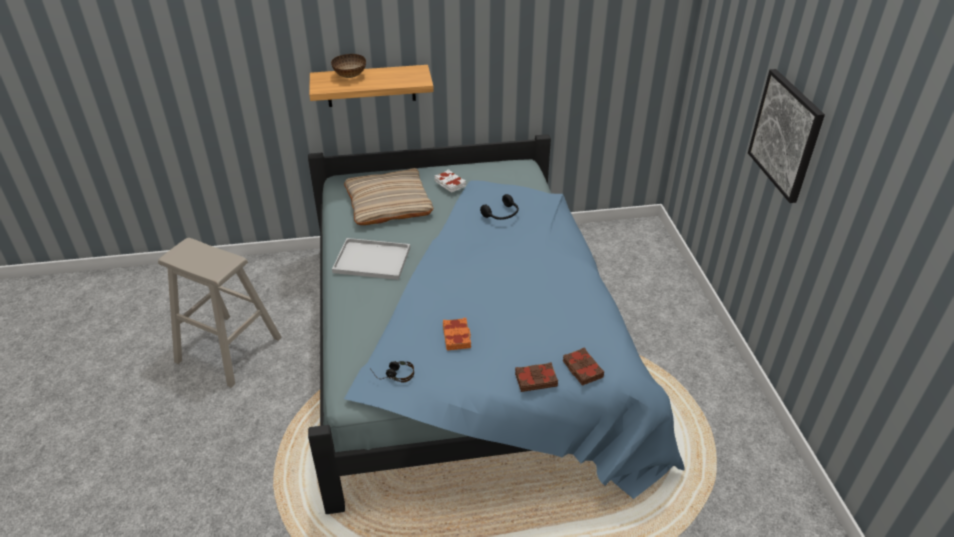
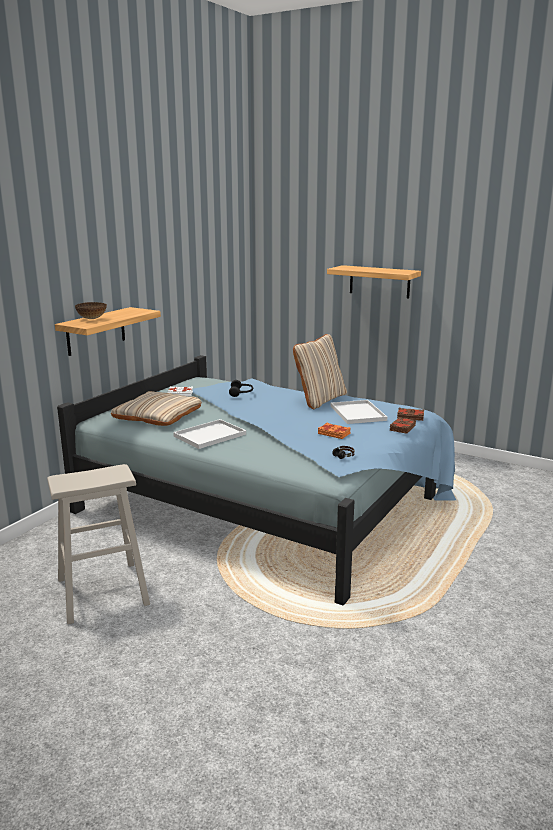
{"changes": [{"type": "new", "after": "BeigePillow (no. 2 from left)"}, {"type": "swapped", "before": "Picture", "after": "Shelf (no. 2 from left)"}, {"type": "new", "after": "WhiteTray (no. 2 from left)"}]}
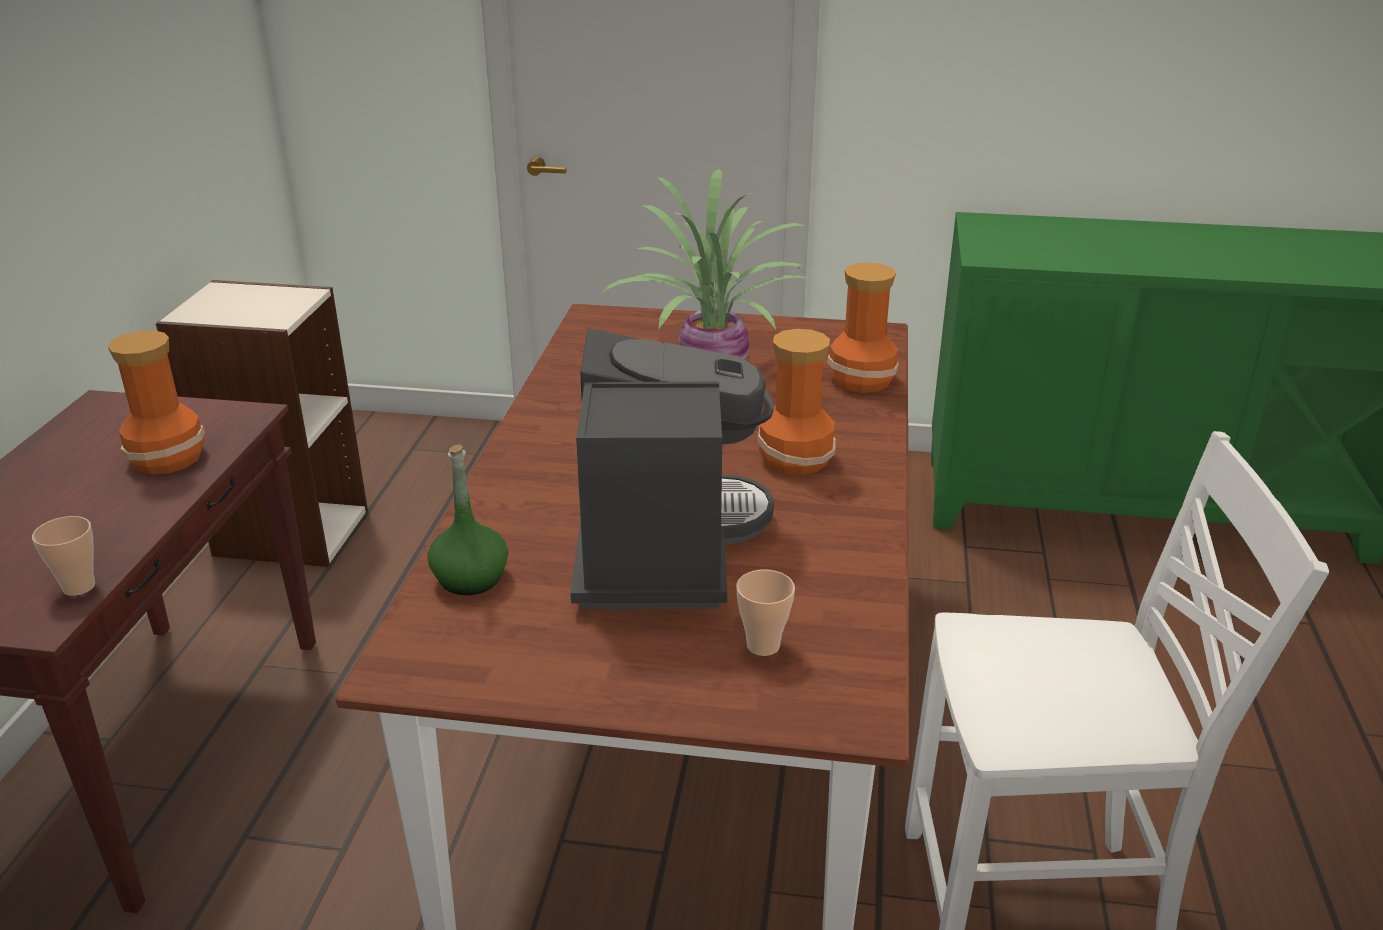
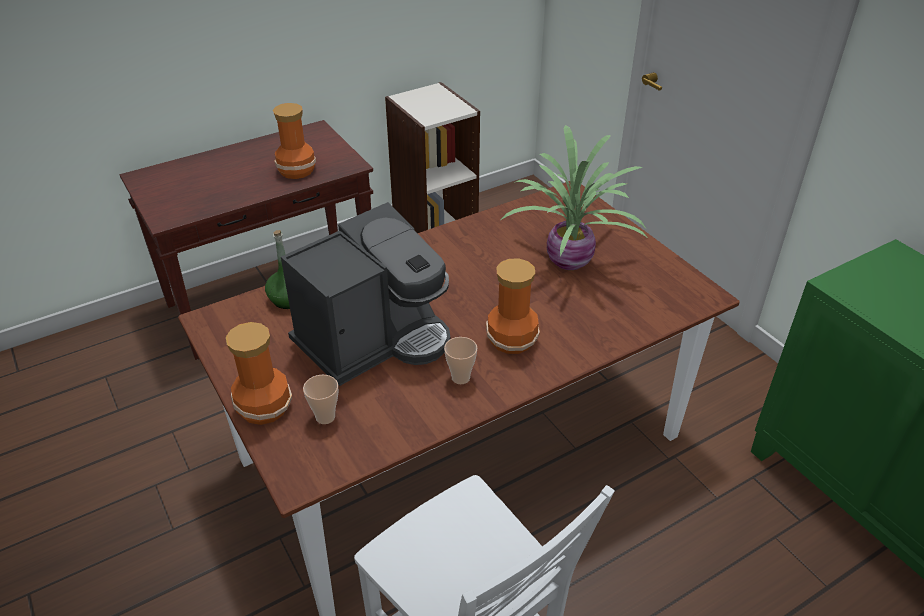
{"changes": [{"type": "shifted", "before": "Vase (no. 3 from left in the first image)", "after": "Vase (no. 1 from left)"}, {"type": "shifted", "before": "Cup (no. 1 from left in the first image)", "after": "Cup (no. 2 from left)"}]}
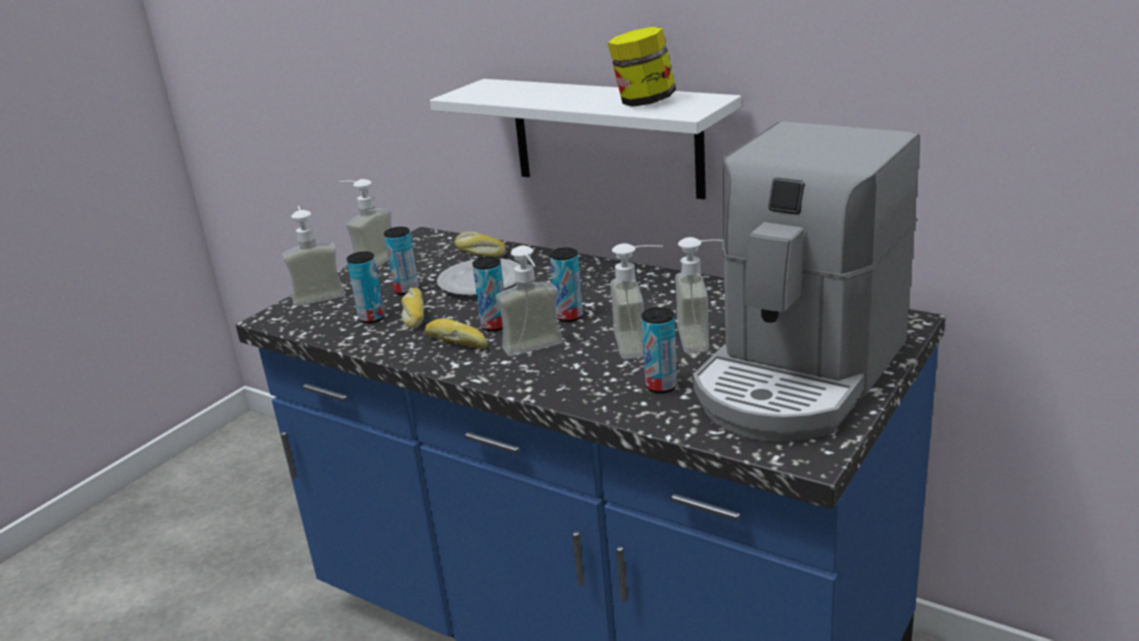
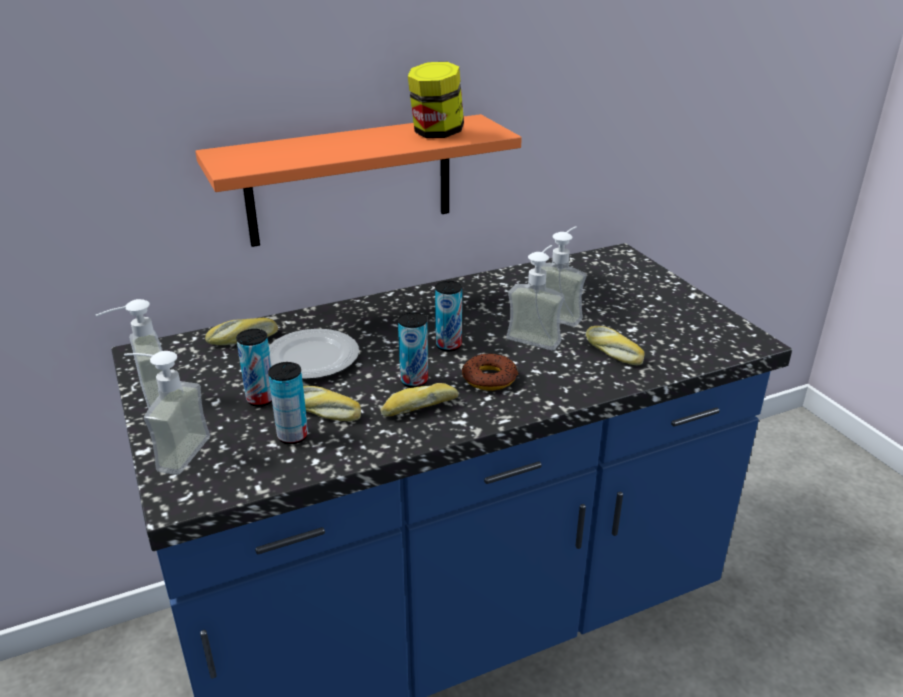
{"changes": [{"type": "repainted", "before": "WhiteShelf", "after": "OrangeShelf"}, {"type": "swapped", "before": "SoapDispenser (no. 3 from left)", "after": "Donut"}, {"type": "swapped", "before": "Can (no. 5 from left)", "after": "Bread (no. 4 from left)"}, {"type": "gone", "before": "CoffeeMachine"}]}
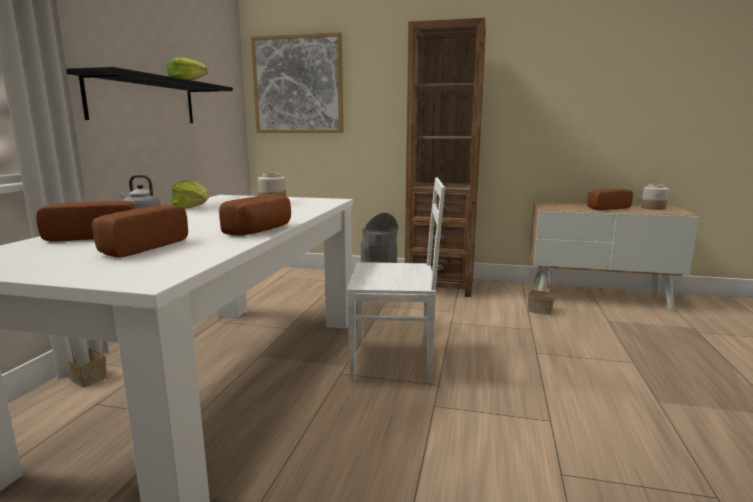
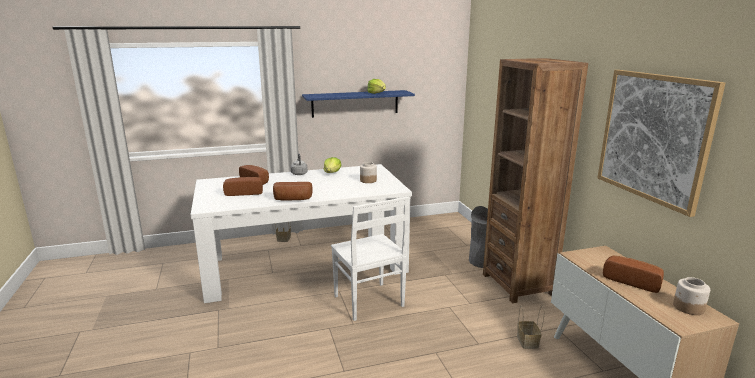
{"changes": [{"type": "repainted", "before": "BlackShelf", "after": "BlueShelf"}, {"type": "shifted", "before": "Picture"}]}
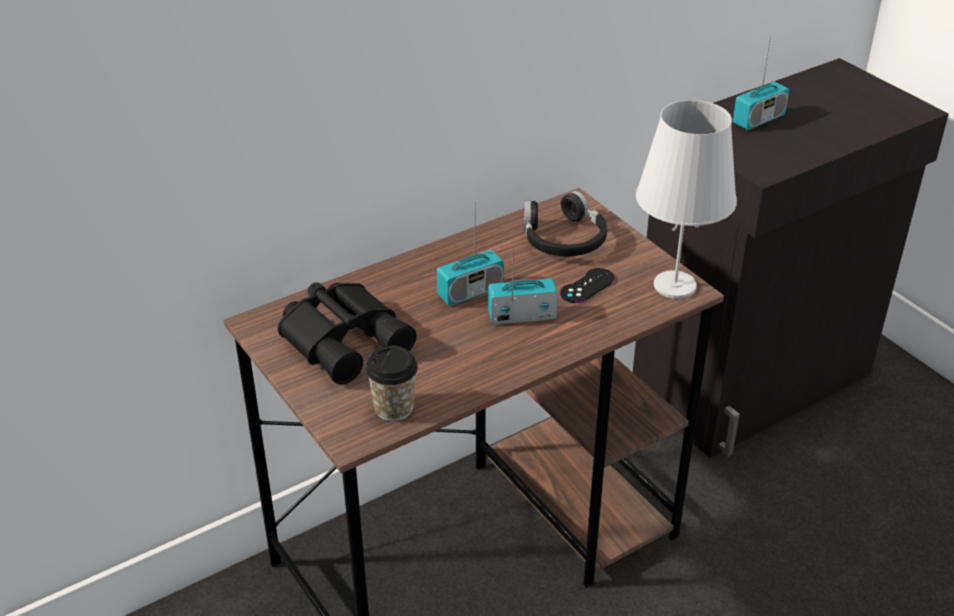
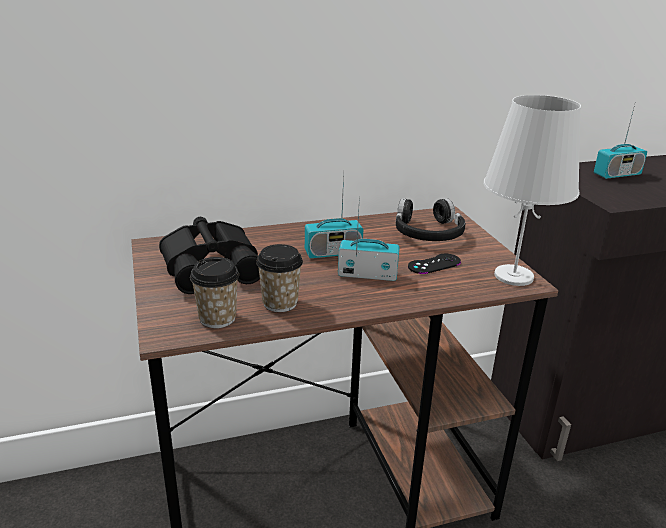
{"changes": [{"type": "new", "after": "Cup (no. 2 from left)"}]}
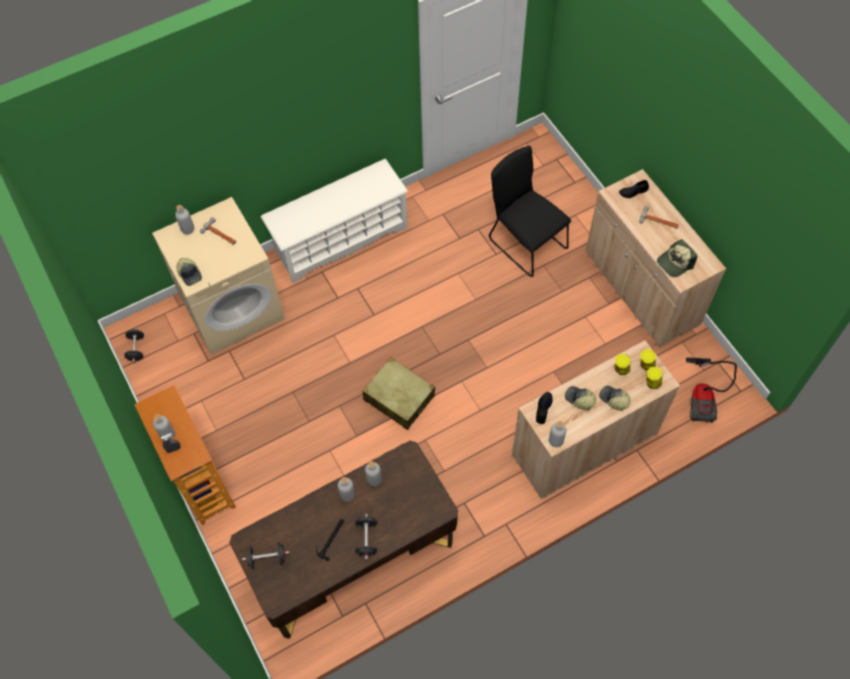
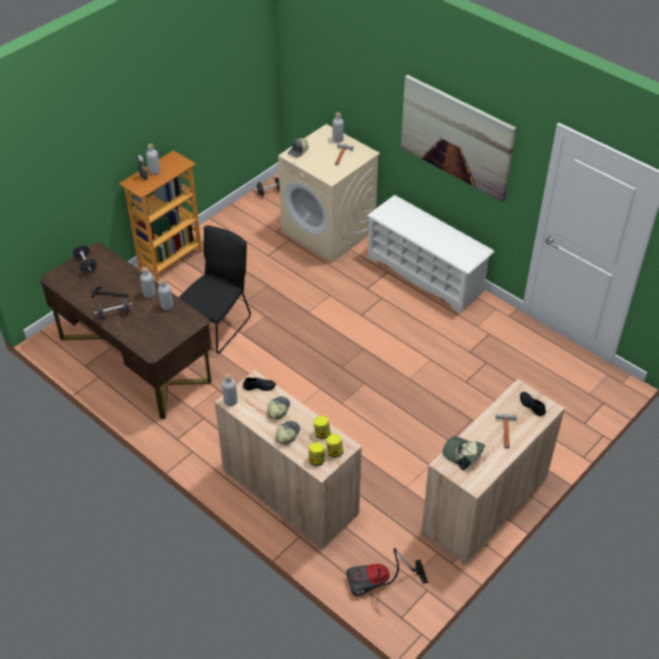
{"changes": [{"type": "shifted", "before": "BlackChair"}, {"type": "new", "after": "Picture"}, {"type": "gone", "before": "BeigeSuitcase"}]}
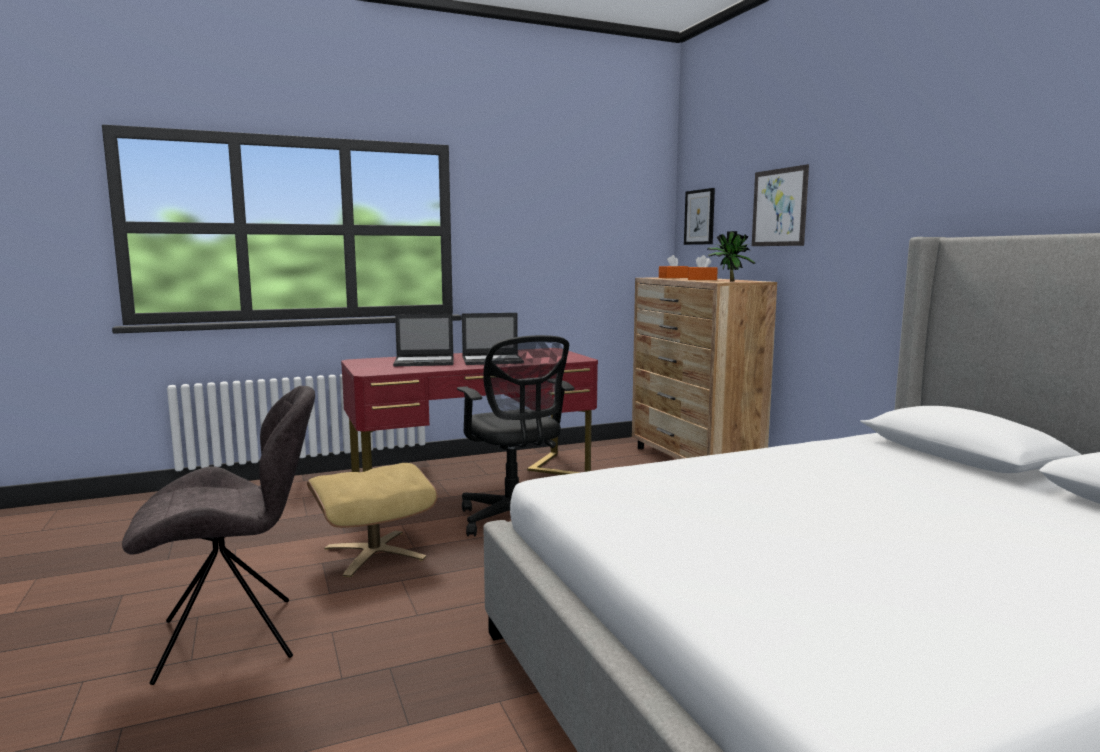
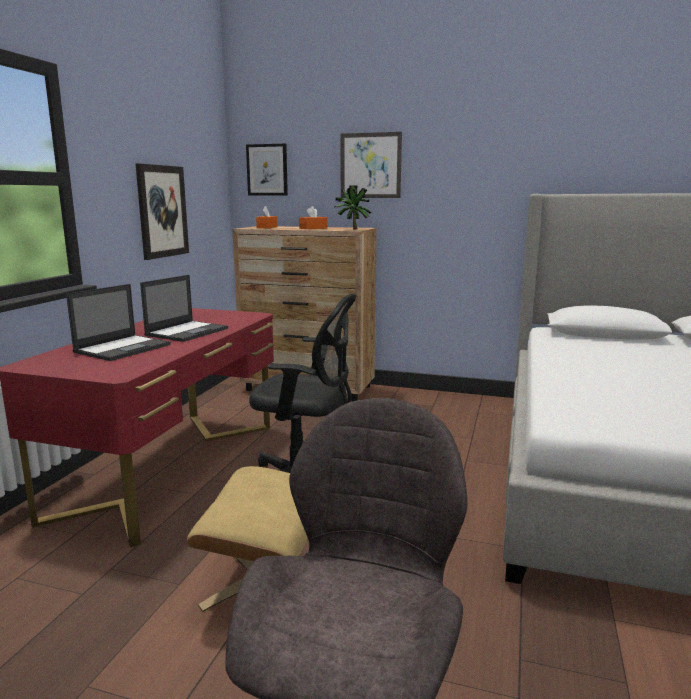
{"changes": [{"type": "new", "after": "Picture (no. 1 from left)"}]}
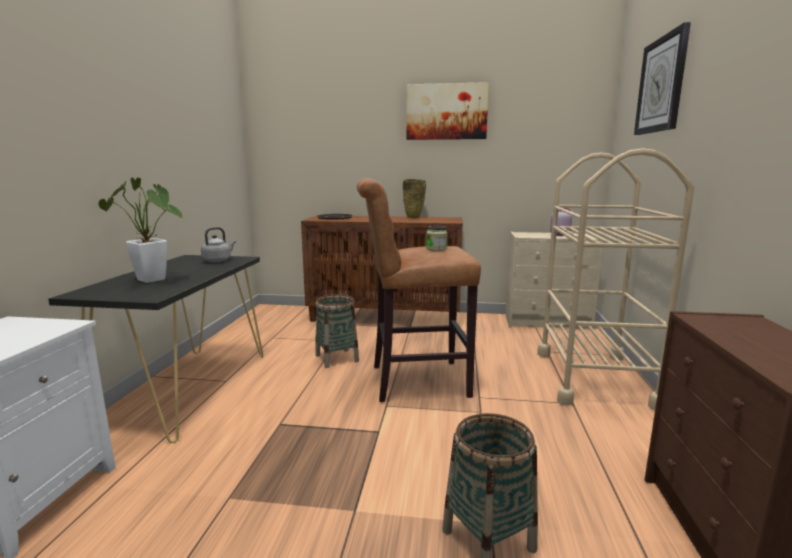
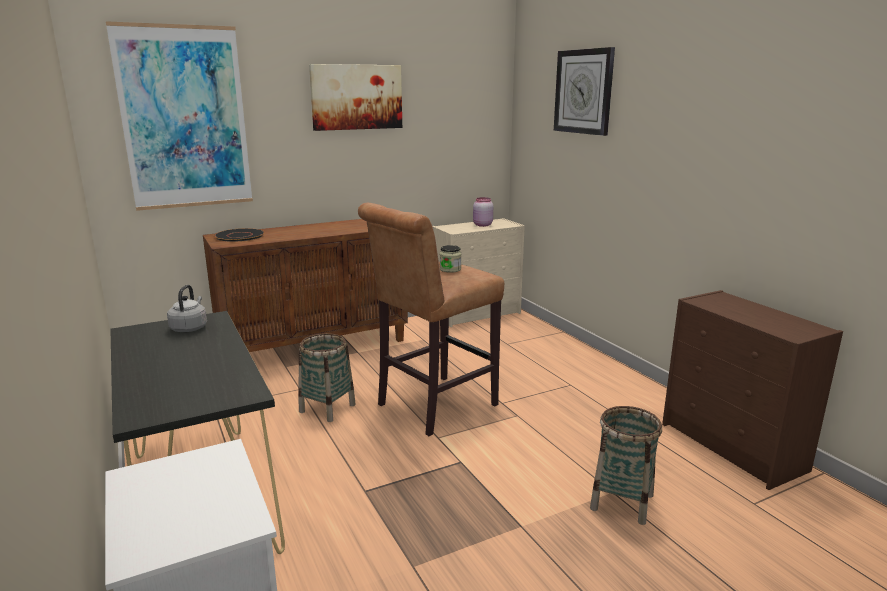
{"changes": [{"type": "new", "after": "Picture (no. 1 from left)"}, {"type": "gone", "before": "PottedPlant"}, {"type": "gone", "before": "BeigeVase"}, {"type": "gone", "before": "BeigeCart"}]}
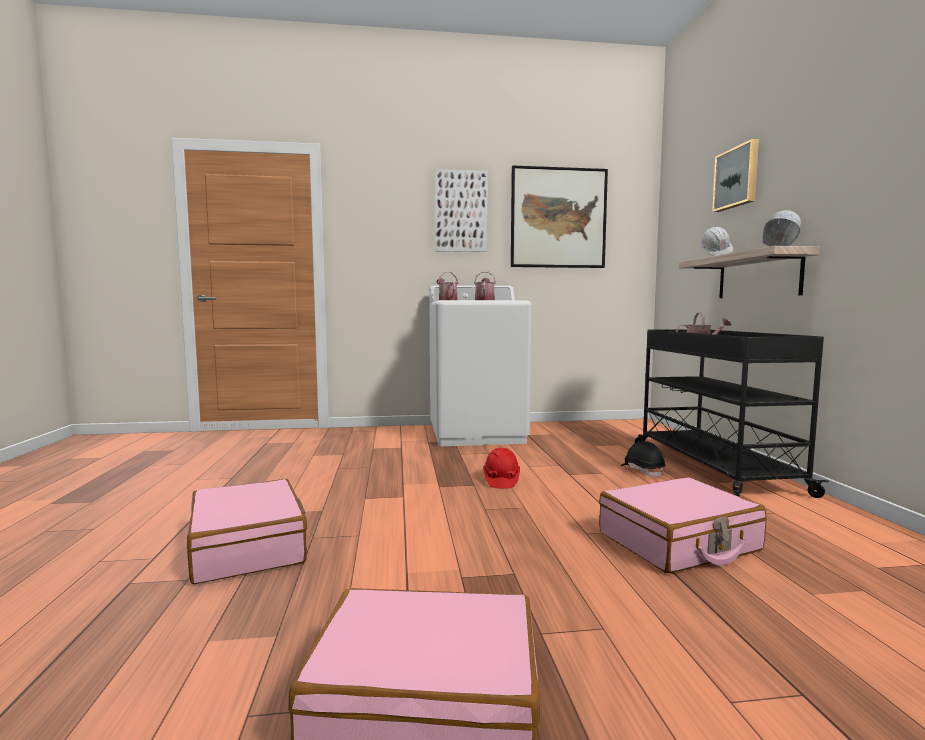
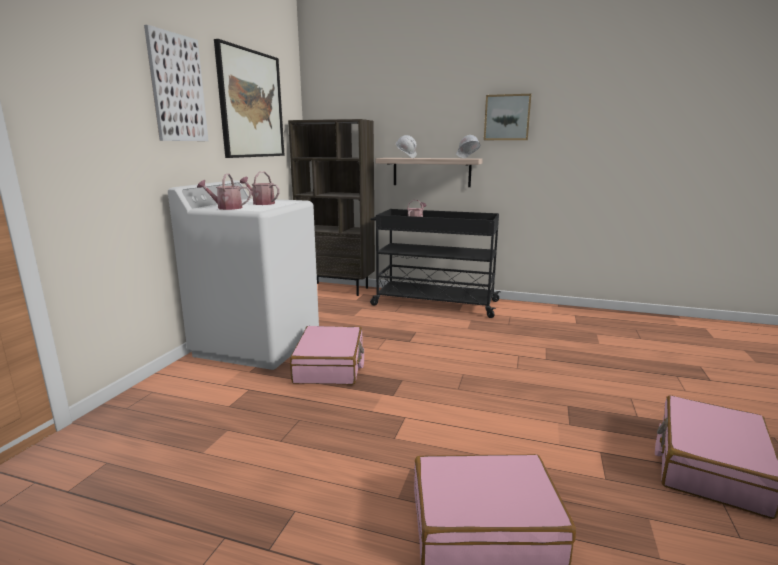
{"changes": [{"type": "new", "after": "BrownBookcase"}, {"type": "shifted", "before": "PinkSuitcase (no. 3 from left in the first image)", "after": "PinkSuitcase (no. 1 from left)"}, {"type": "shifted", "before": "Picture (no. 3 from left)"}, {"type": "gone", "before": "RedHardHat"}, {"type": "gone", "before": "BlackHardHat"}]}
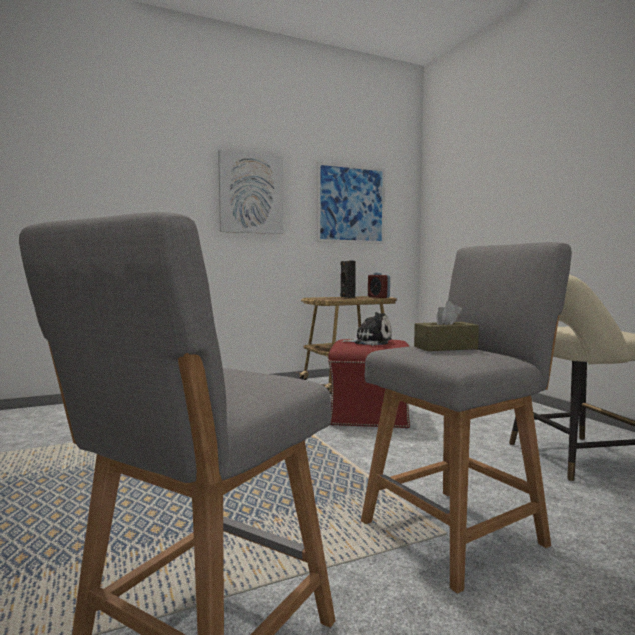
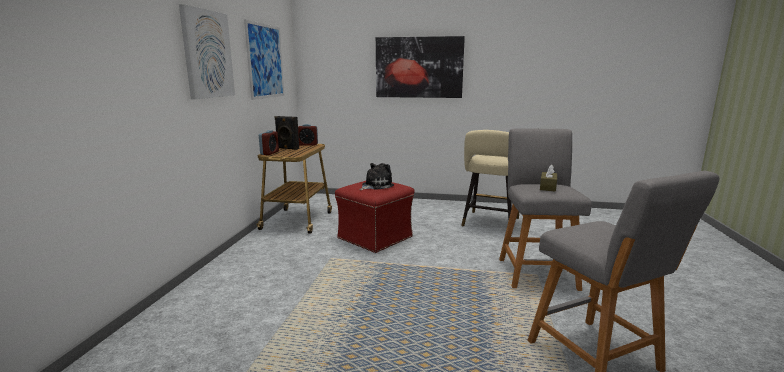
{"changes": [{"type": "new", "after": "AlarmClock (no. 1 from left)"}, {"type": "new", "after": "Picture (no. 3 from left)"}]}
